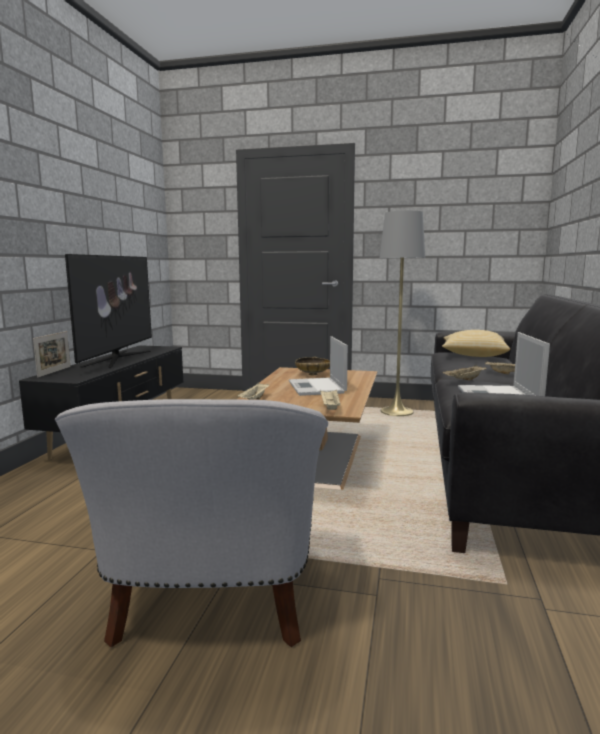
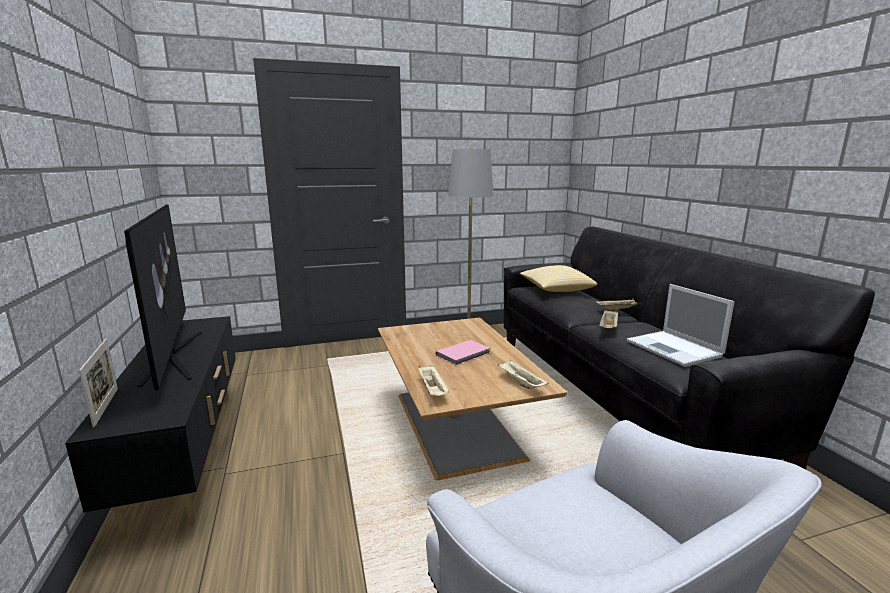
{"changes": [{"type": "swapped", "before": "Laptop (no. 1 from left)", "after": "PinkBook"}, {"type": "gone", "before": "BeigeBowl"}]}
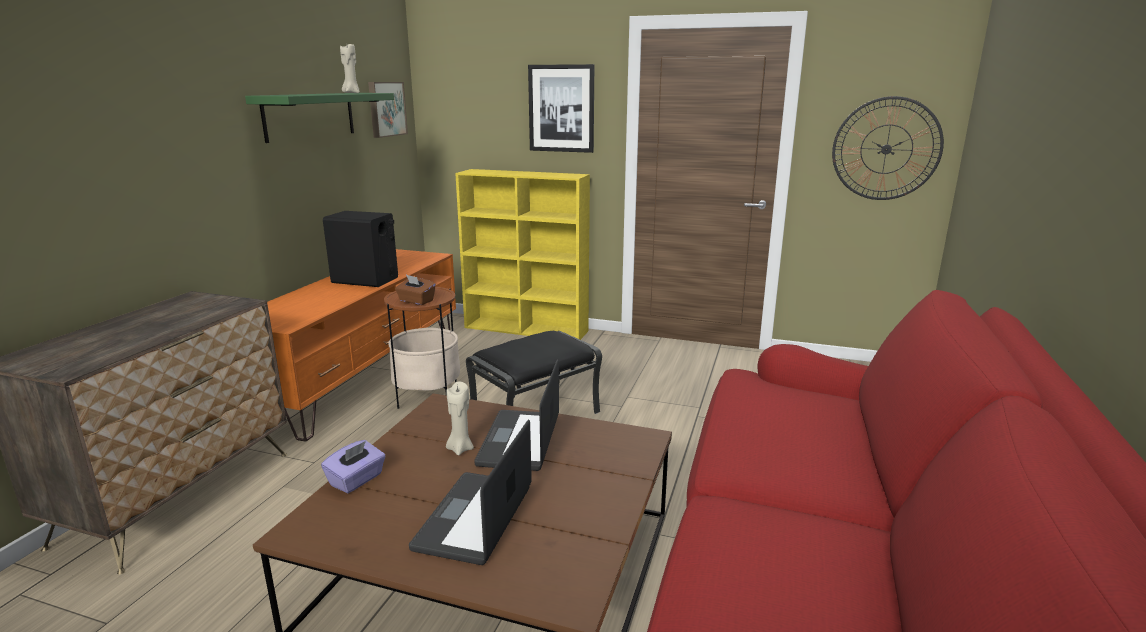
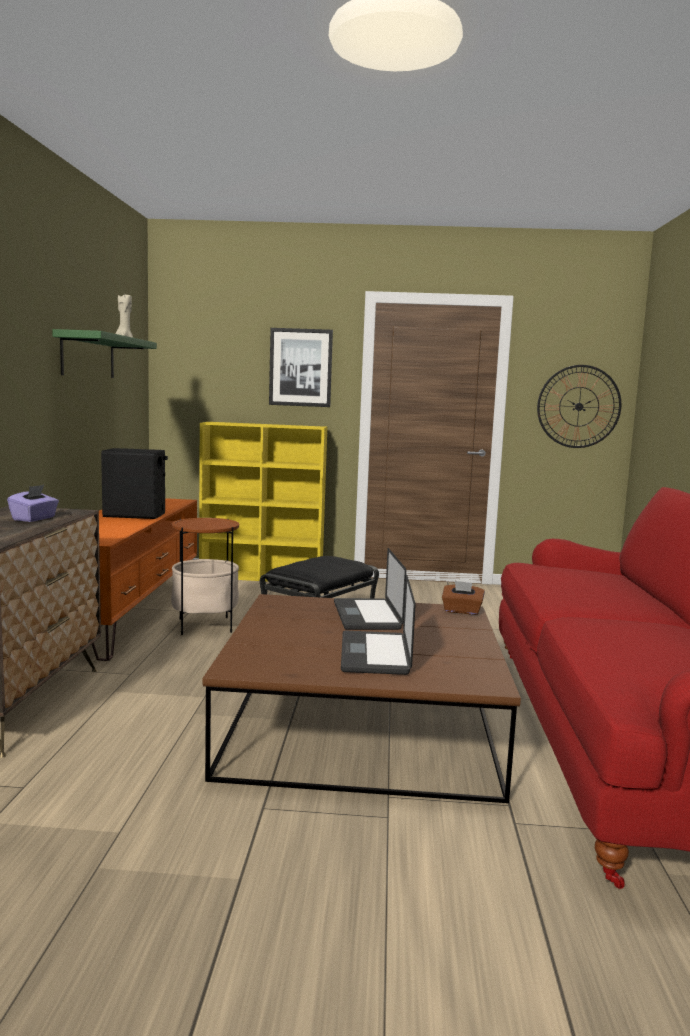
{"changes": [{"type": "shifted", "before": "PurpleTissueBox"}, {"type": "shifted", "before": "BrownTissueBox"}, {"type": "gone", "before": "Picture (no. 1 from left)"}, {"type": "gone", "before": "BeigeCandle (no. 2 from left)"}]}
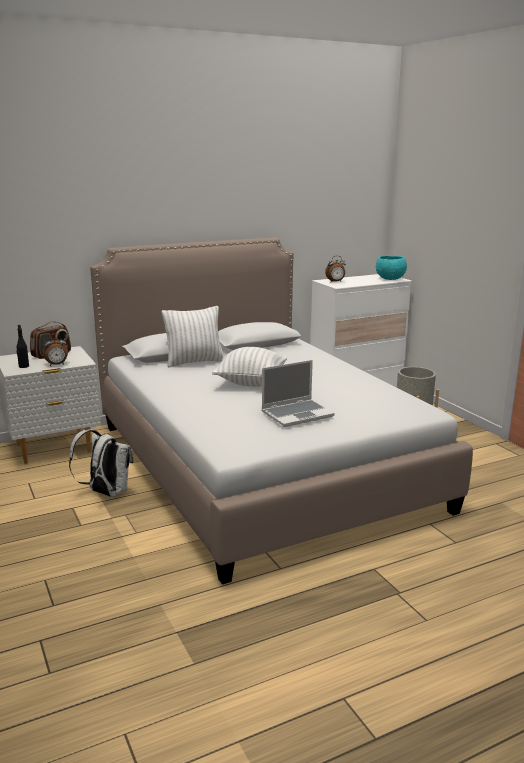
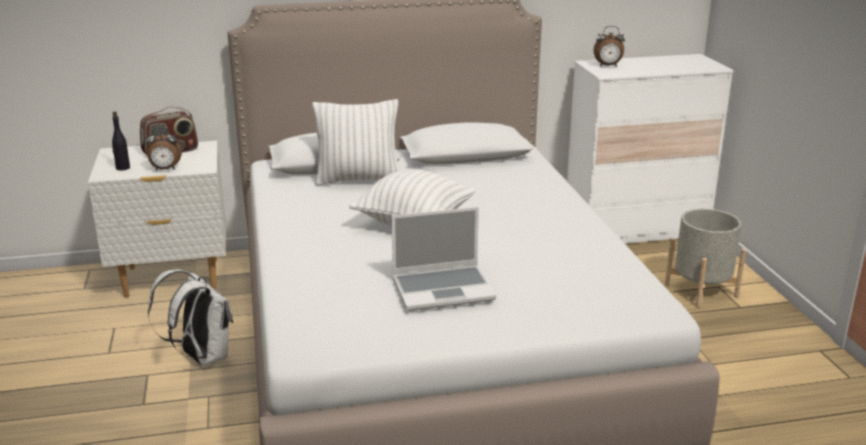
{"changes": [{"type": "gone", "before": "TurquoiseBowl"}]}
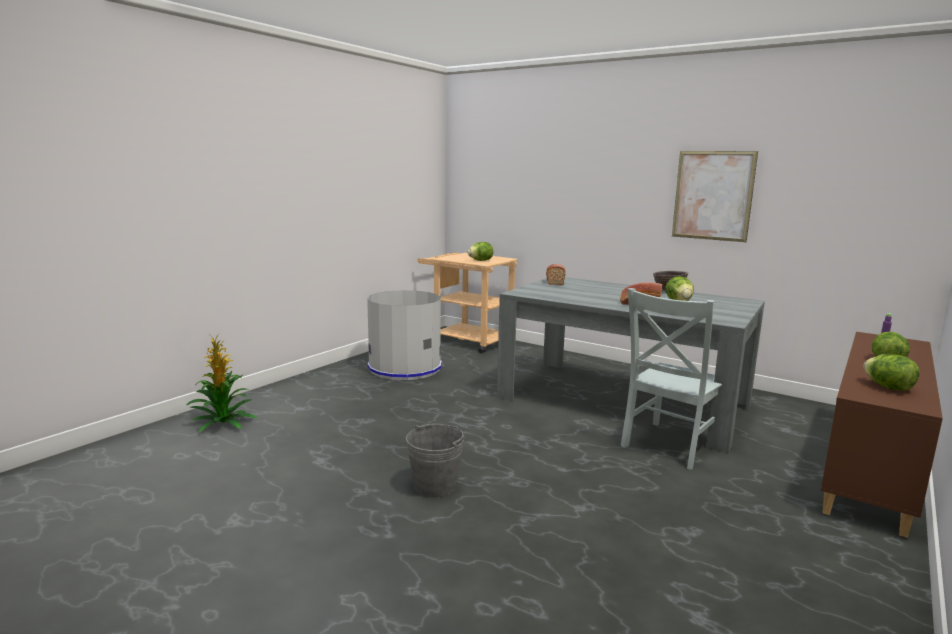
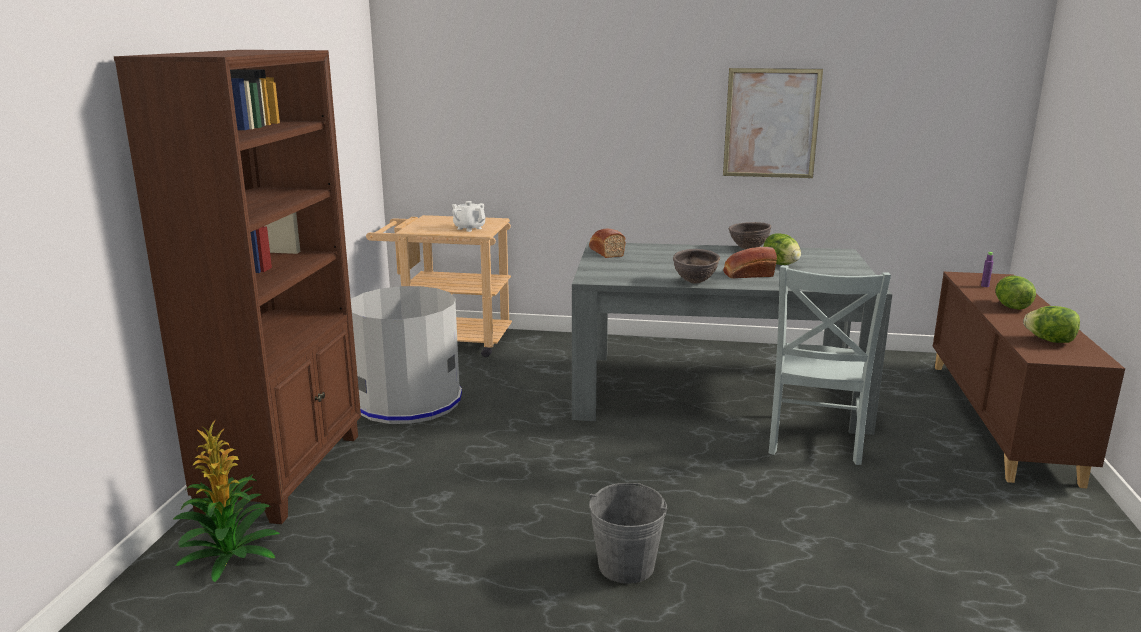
{"changes": [{"type": "new", "after": "BrownBookcase"}, {"type": "swapped", "before": "Lettuce (no. 1 from left)", "after": "WhiteTeapot"}, {"type": "new", "after": "BrownBowl (no. 1 from left)"}]}
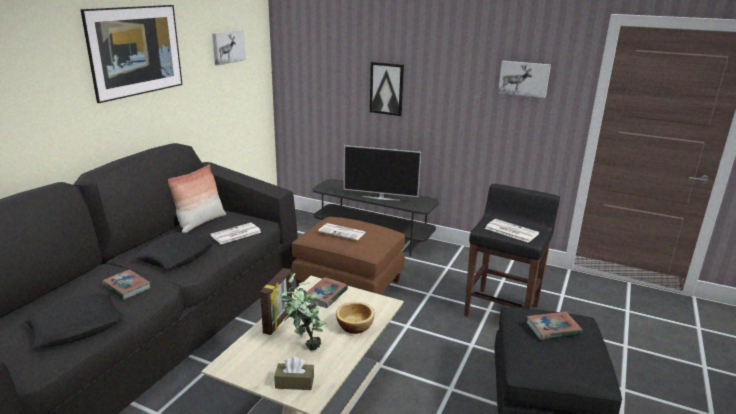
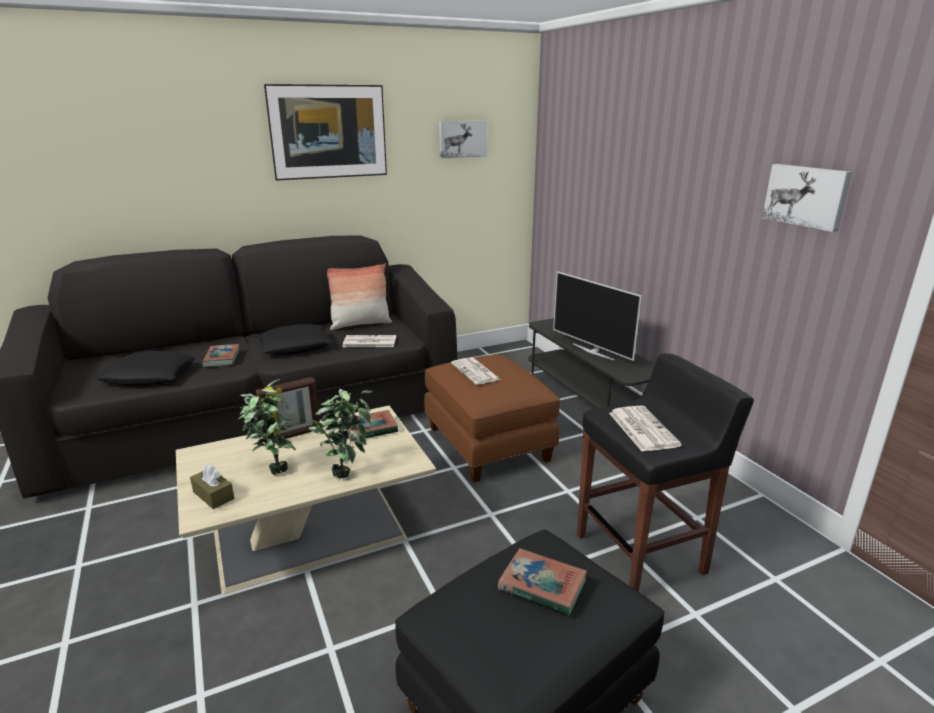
{"changes": [{"type": "swapped", "before": "Bowl", "after": "PottedPlant (no. 2 from left)"}, {"type": "gone", "before": "Picture (no. 3 from left)"}]}
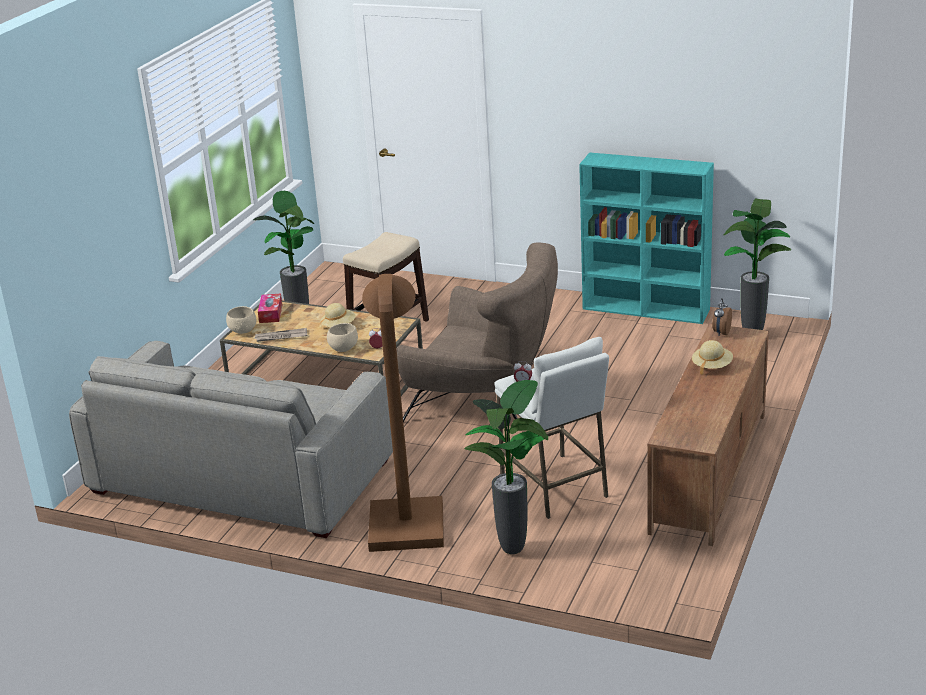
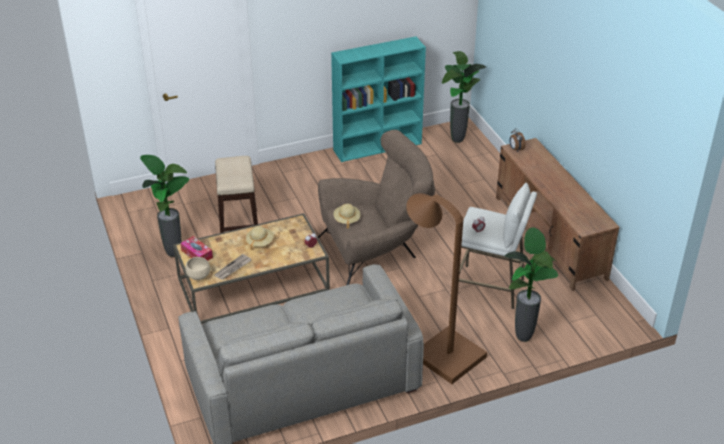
{"changes": [{"type": "shifted", "before": "BeigeHat (no. 2 from left)"}, {"type": "gone", "before": "BeigeBowl (no. 2 from left)"}]}
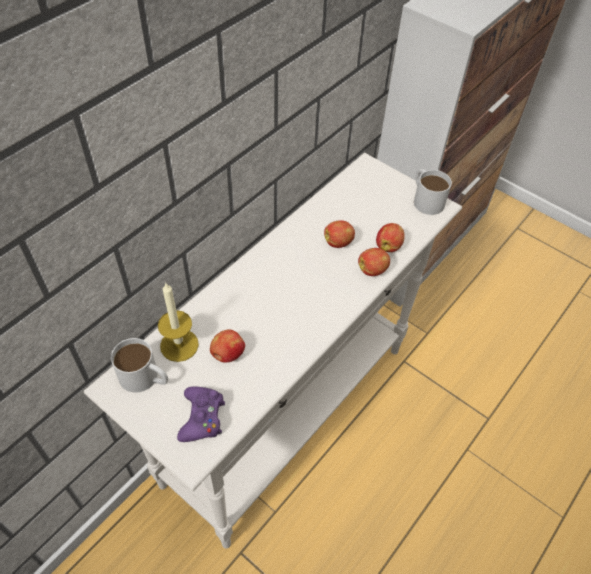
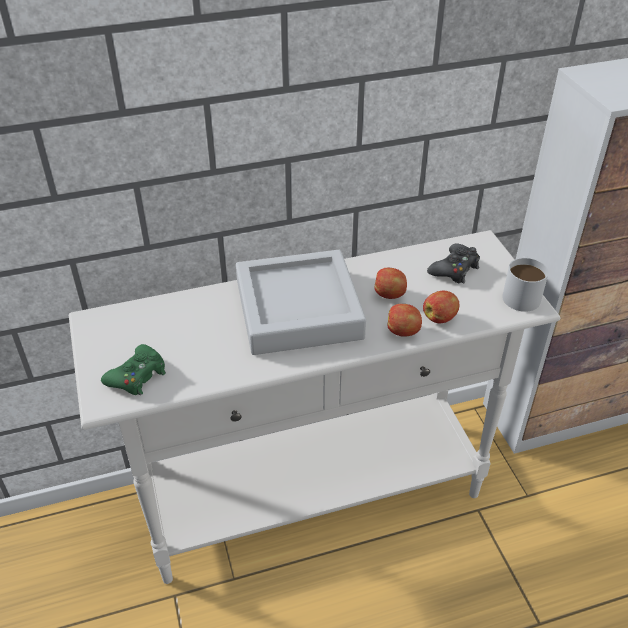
{"changes": [{"type": "repainted", "before": "PurpleGameController", "after": "GreenGameController"}, {"type": "new", "after": "GreyTray"}, {"type": "new", "after": "BlackGameController"}, {"type": "gone", "before": "WhiteMug (no. 1 from left)"}, {"type": "gone", "before": "Candle"}, {"type": "gone", "before": "Apple (no. 1 from left)"}]}
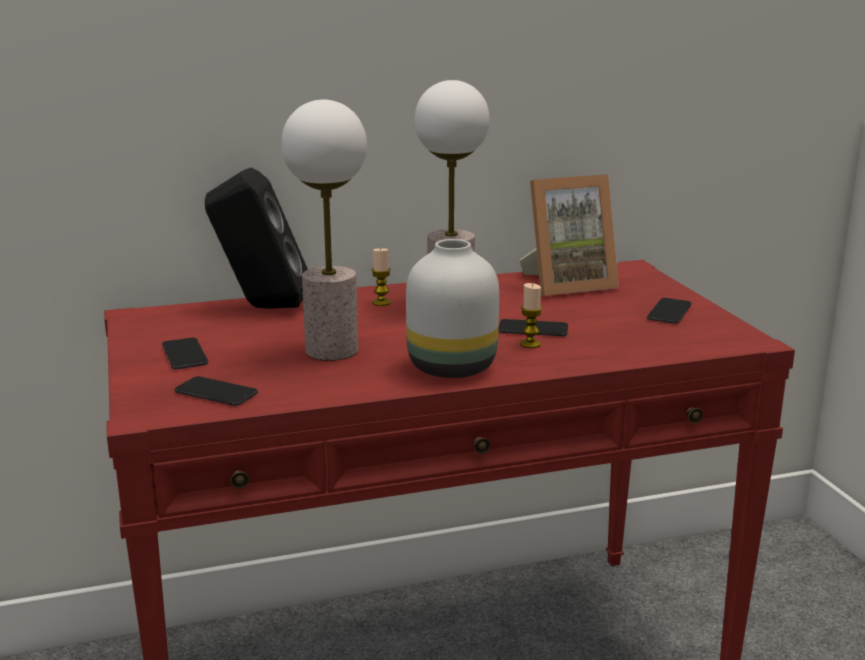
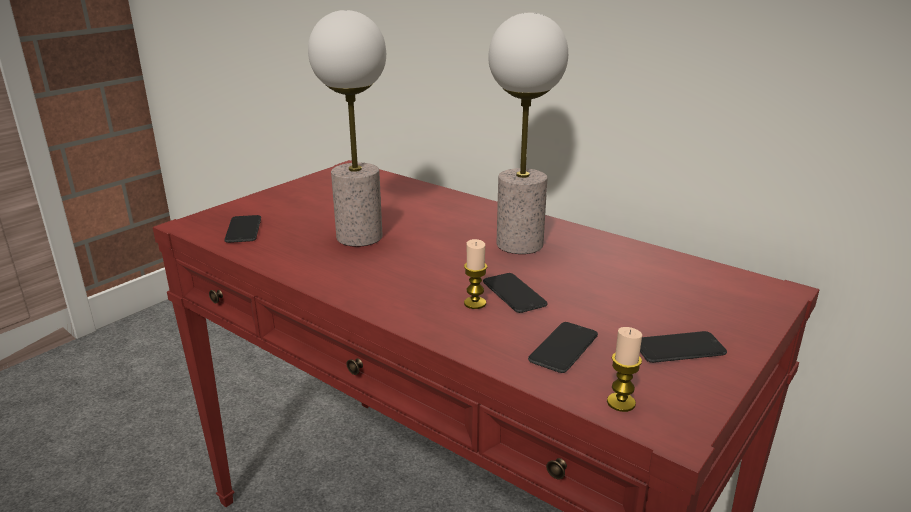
{"changes": [{"type": "shifted", "before": "Phone (no. 1 from left in the first image)", "after": "Phone (no. 3 from left)"}, {"type": "shifted", "before": "Candle (no. 1 from left in the first image)", "after": "Candle (no. 2 from left)"}, {"type": "gone", "before": "BlackSpeaker"}, {"type": "gone", "before": "WhiteVase"}, {"type": "gone", "before": "PictureFrame"}]}
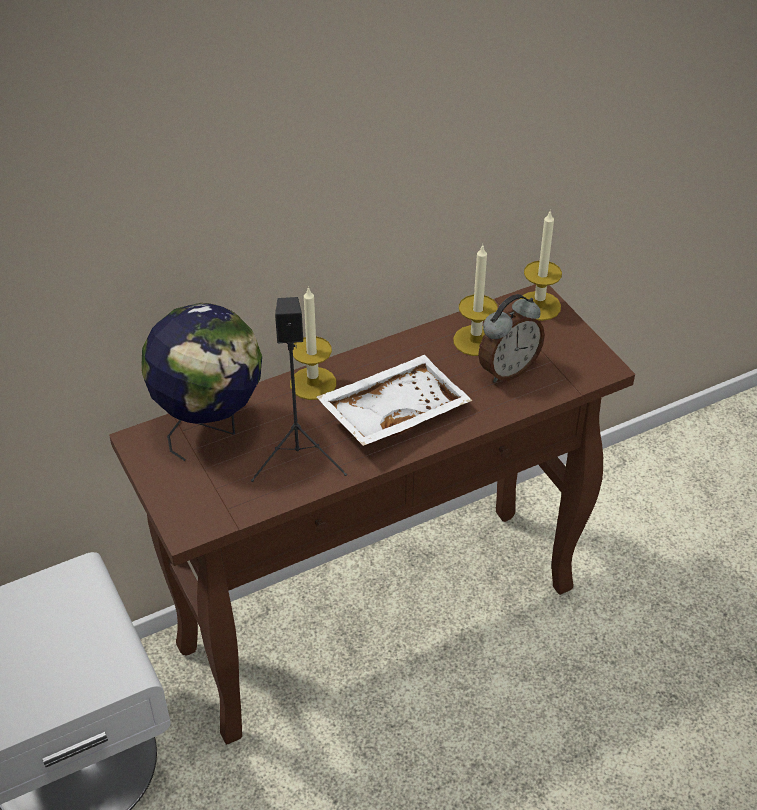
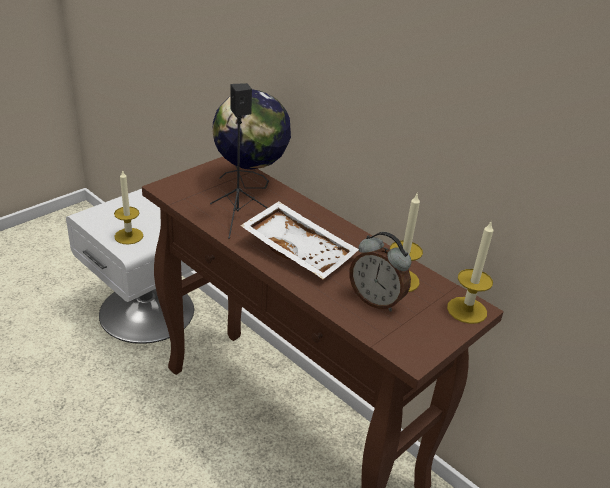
{"changes": [{"type": "shifted", "before": "Candle (no. 1 from left)"}]}
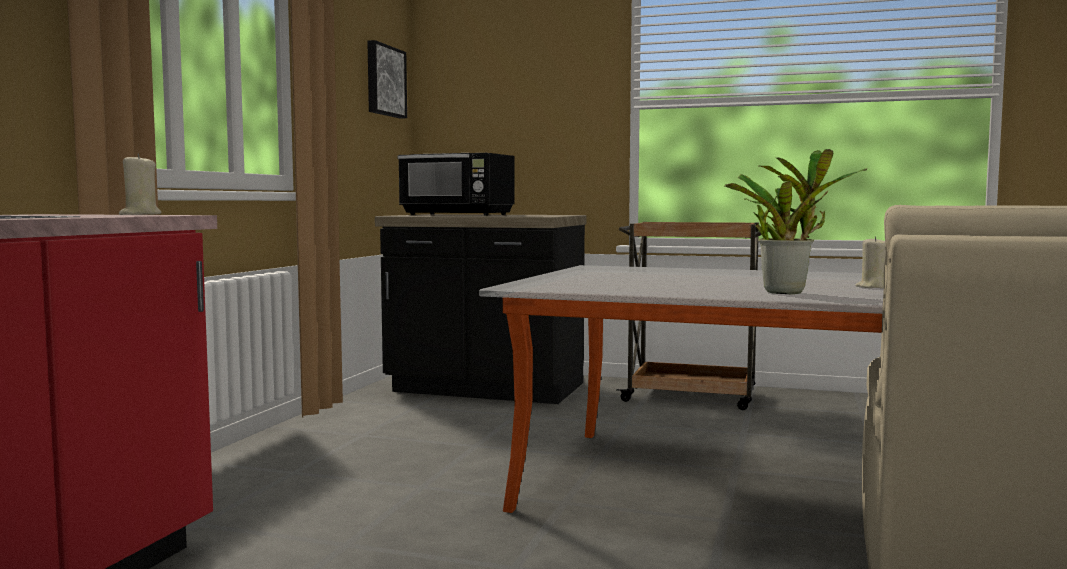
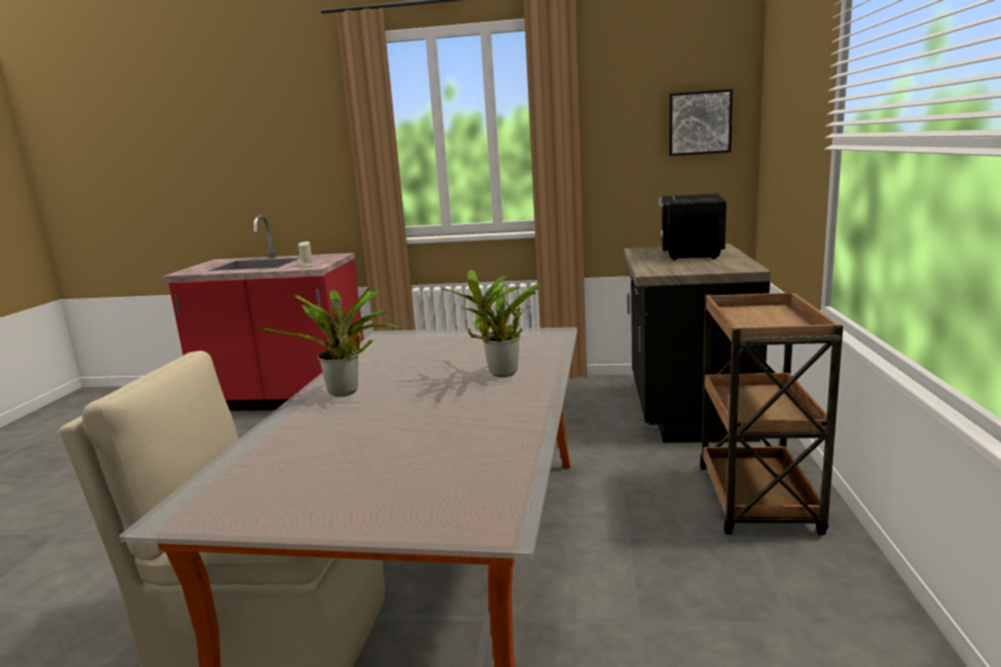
{"changes": [{"type": "new", "after": "PottedPlant (no. 2 from left)"}, {"type": "gone", "before": "BeigeCandle (no. 2 from left)"}]}
